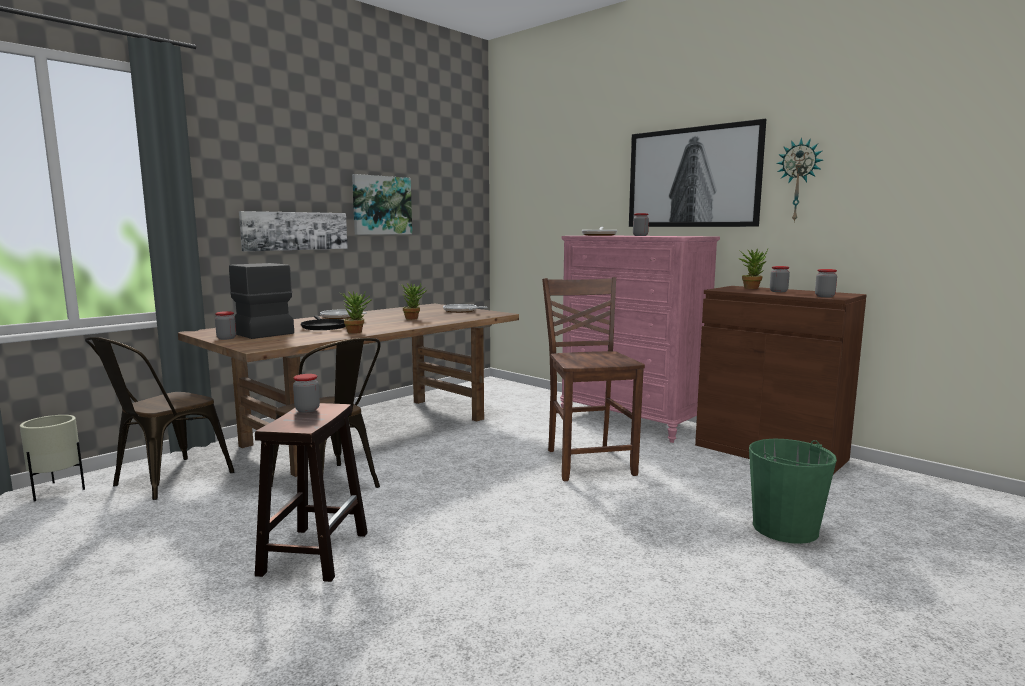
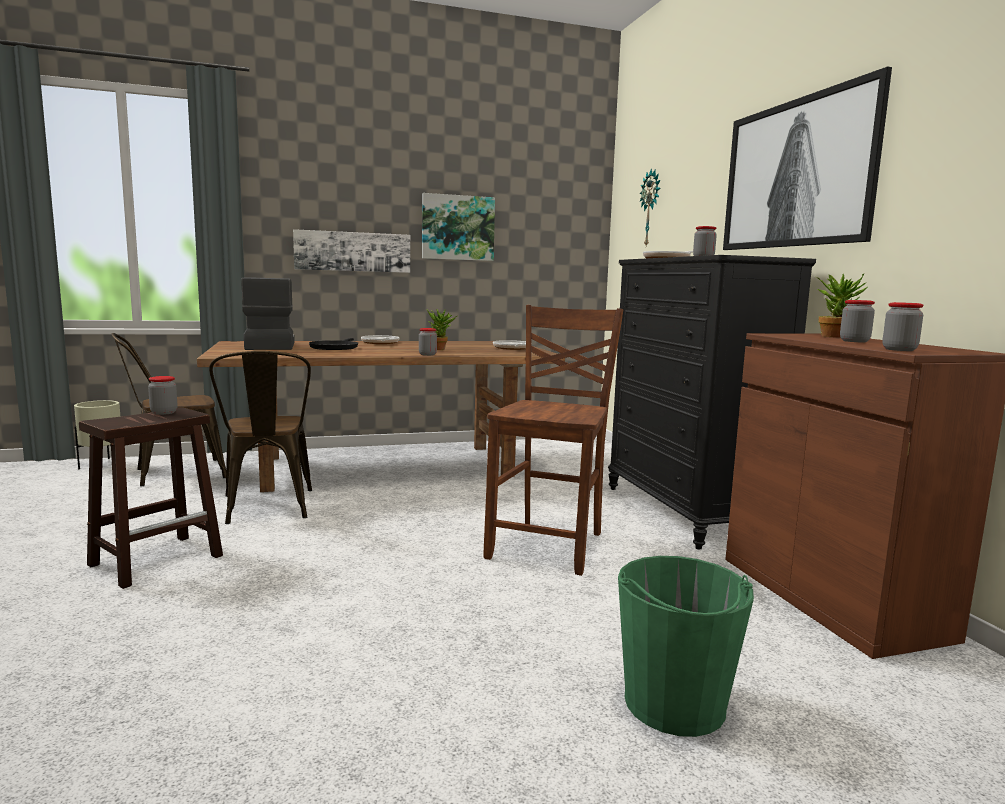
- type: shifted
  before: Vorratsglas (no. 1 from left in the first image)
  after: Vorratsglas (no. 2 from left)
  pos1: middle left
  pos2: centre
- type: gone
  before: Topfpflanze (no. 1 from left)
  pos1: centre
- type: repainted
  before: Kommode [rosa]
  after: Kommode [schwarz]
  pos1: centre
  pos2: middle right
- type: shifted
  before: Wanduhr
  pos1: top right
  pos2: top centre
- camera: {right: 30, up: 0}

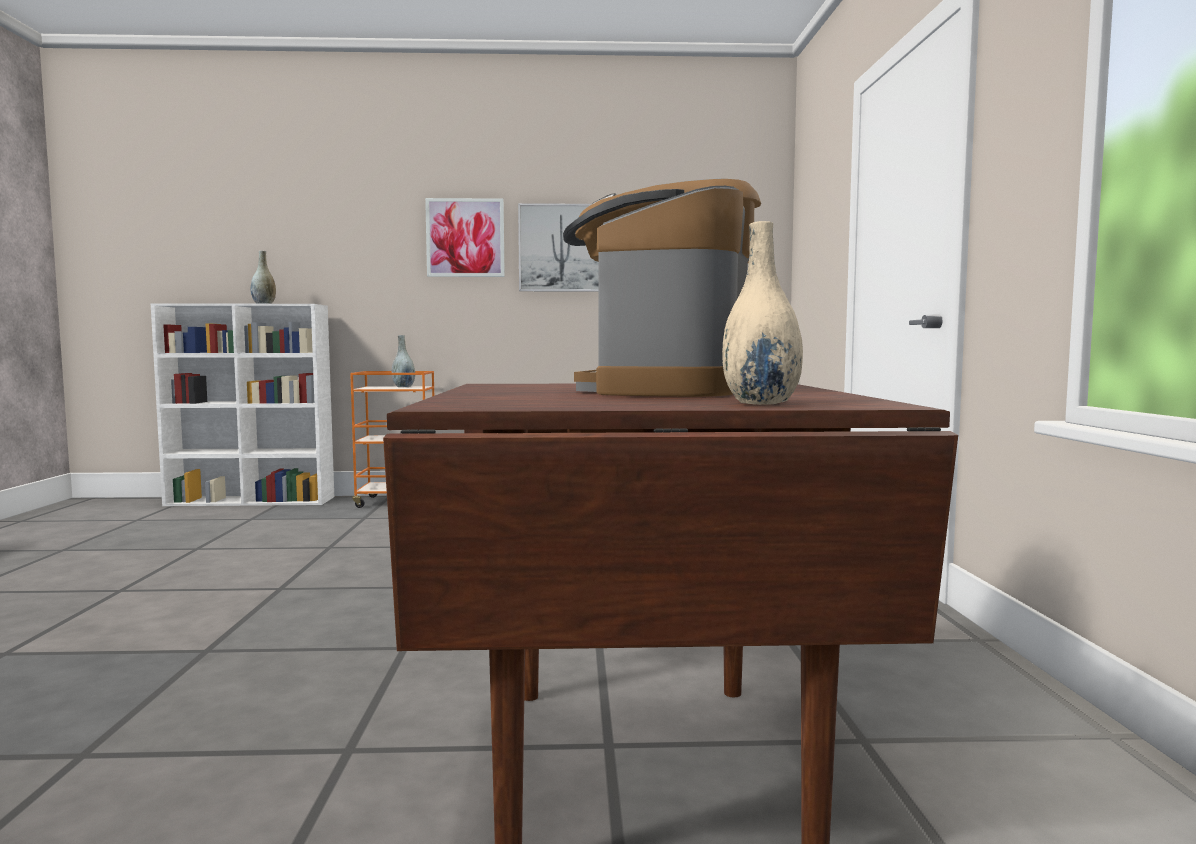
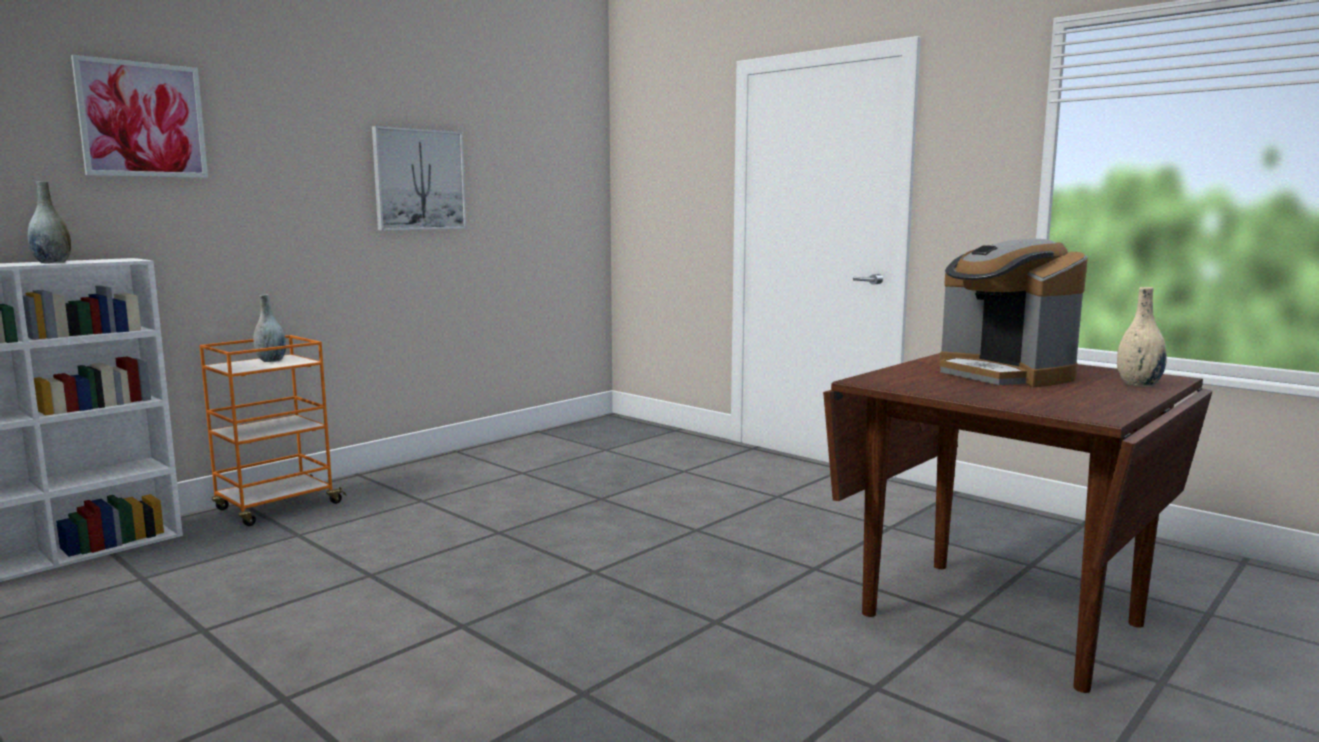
- type: shifted
  before: Bild (no. 1 from left)
  pos1: top centre
  pos2: top left
- camera: {right: -45, up: 5}

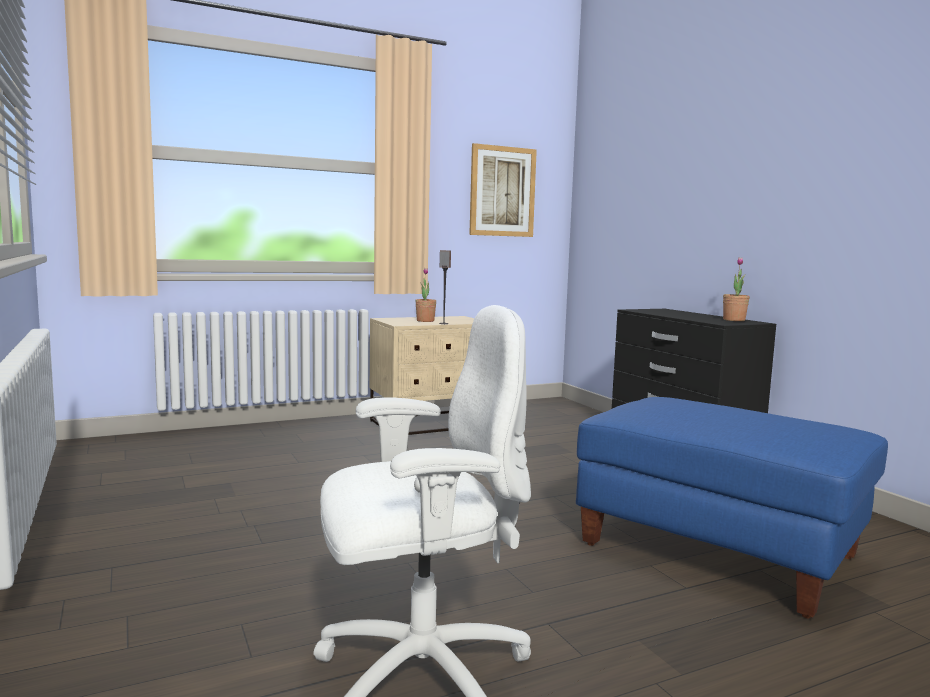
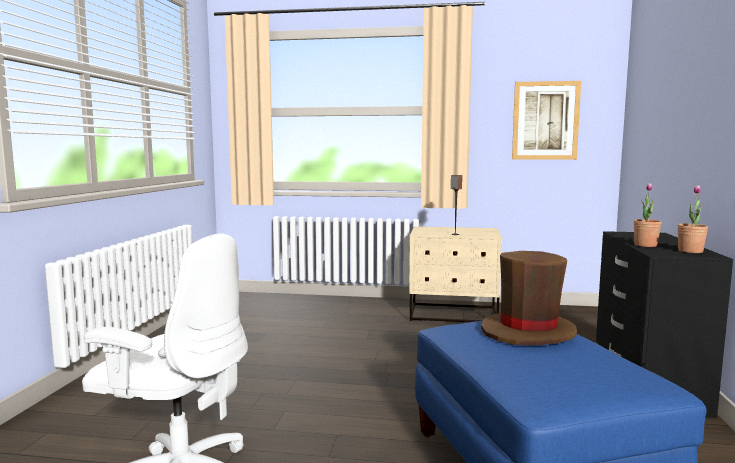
- type: shifted
  before: Topfpflanze (no. 1 from left)
  pos1: centre
  pos2: middle right
- type: new
  after: Hut [braun]
  pos2: middle right
- camera: {right: 35, up: 0}

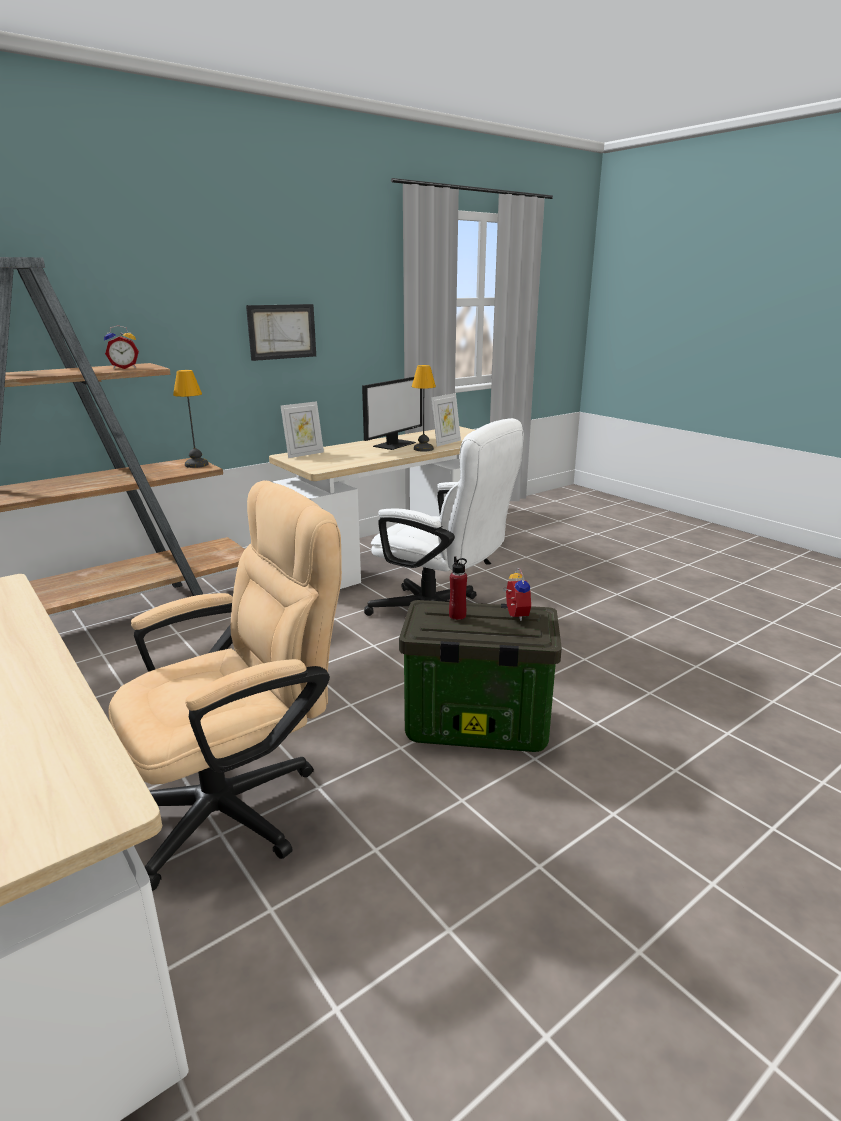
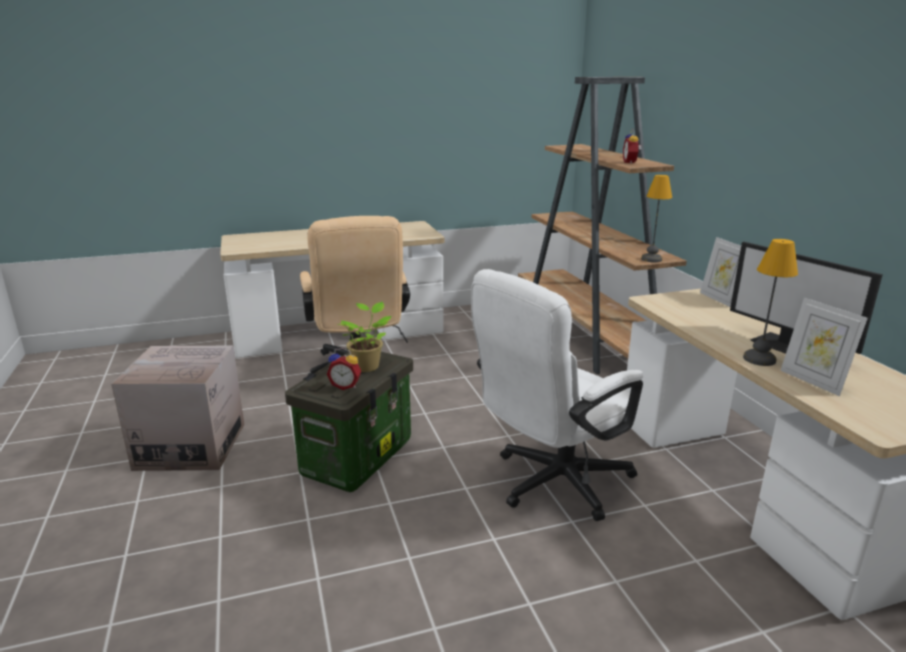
- type: gone
  before: Bild
  pos1: top centre
- type: swapped
  before: Flasche [rot]
  after: Topfpflanze
  pos1: centre
  pos2: centre
- type: new
  after: Karton
  pos2: middle left
- camera: {right: 110, up: 0}

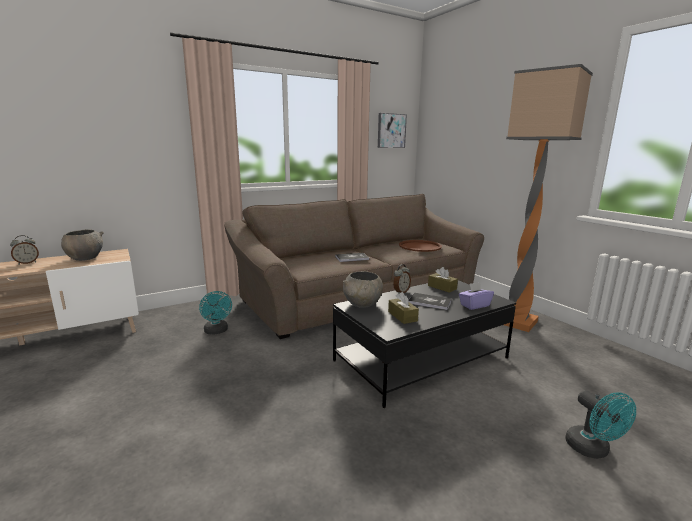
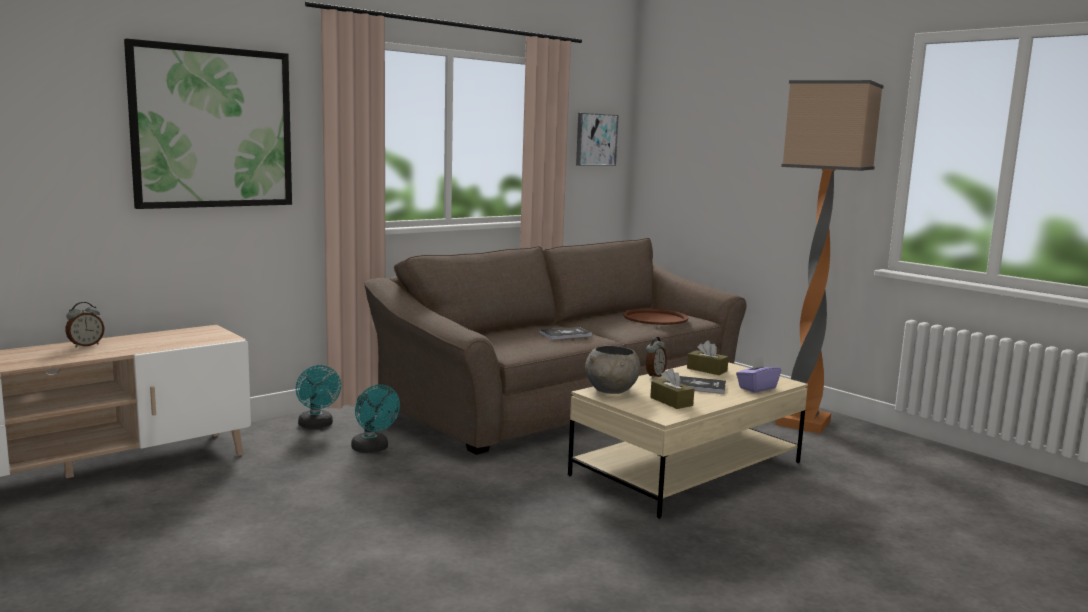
- type: gone
  before: Schüssel [grau] (no. 1 from left)
  pos1: middle left
- type: repainted
  before: Couchtisch [schwarz]
  after: Couchtisch [beige]
  pos1: centre
  pos2: bottom centre
- type: shifted
  before: Ventilator [türkis] (no. 2 from left in the first image)
  after: Ventilator [türkis] (no. 1 from left)
  pos1: bottom right
  pos2: middle left
- type: new
  after: Bild (no. 1 from left)
  pos2: top left
- camera: {right: -10, up: -5}

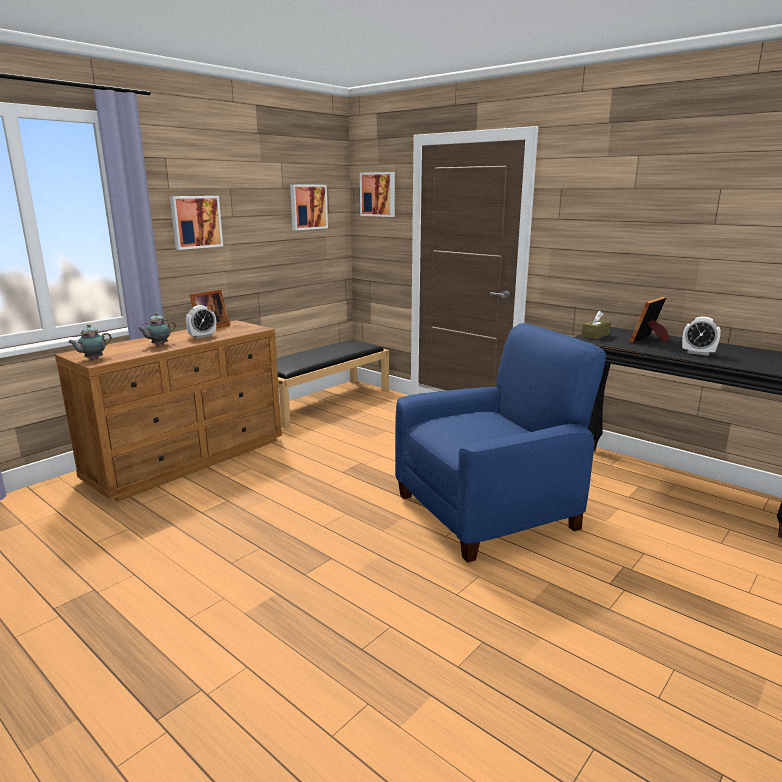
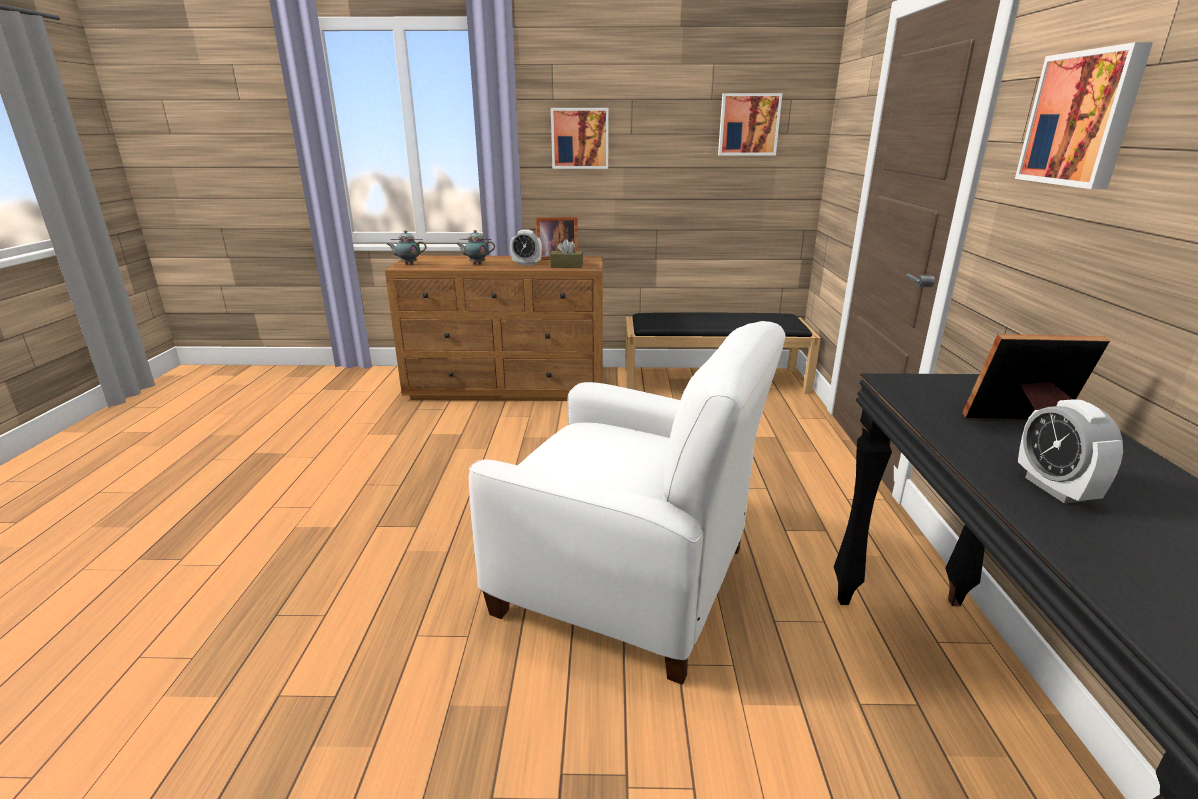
- type: shifted
  before: Bild (no. 3 from left)
  pos1: top centre
  pos2: top right
- type: repainted
  before: Sessel [blau]
  after: Sessel [weiß]
  pos1: centre
  pos2: centre
- type: shifted
  before: Taschentuchbox [braun]
  pos1: middle right
  pos2: top centre
- camera: {right: 50, up: 5}

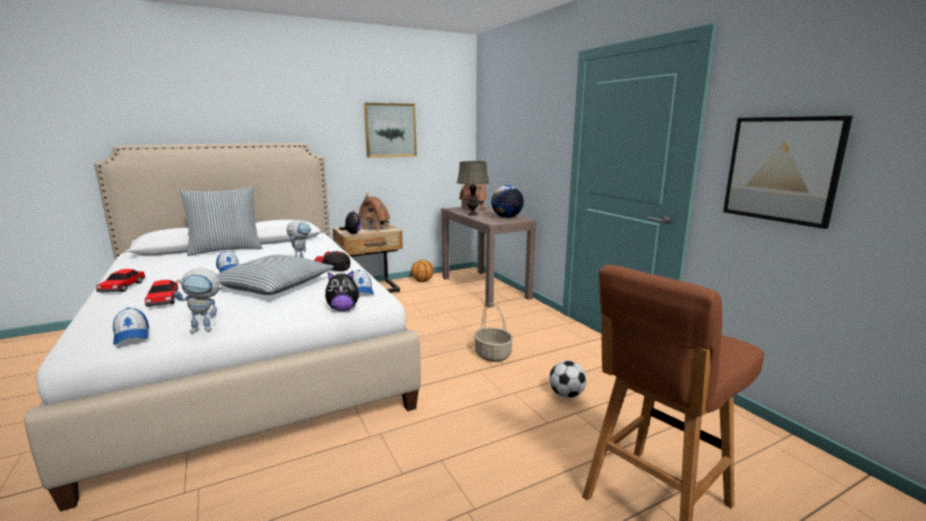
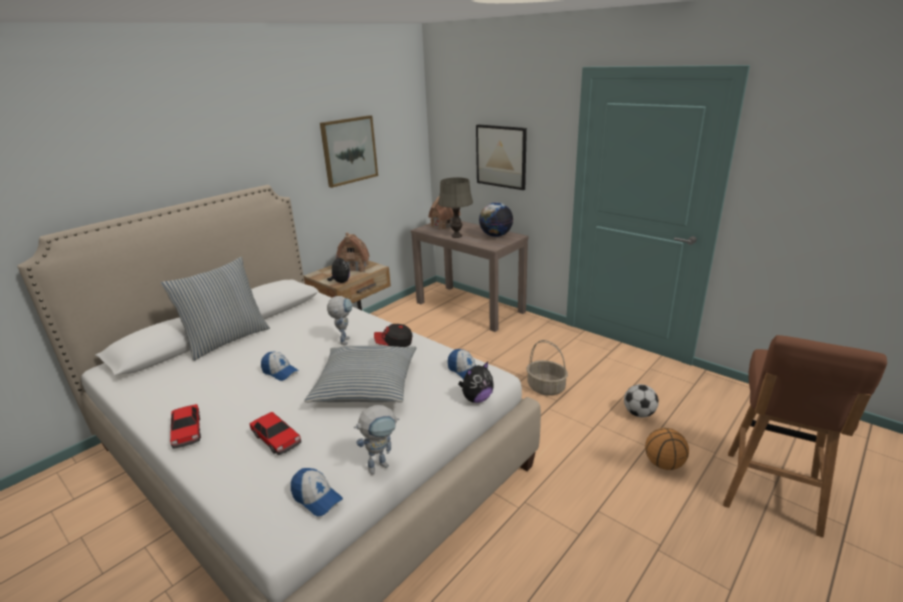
- type: shifted
  before: Basketball
  pos1: centre
  pos2: bottom right
- type: shifted
  before: Bild (no. 2 from left)
  pos1: top right
  pos2: top centre
- camera: {right: -20, up: 10}

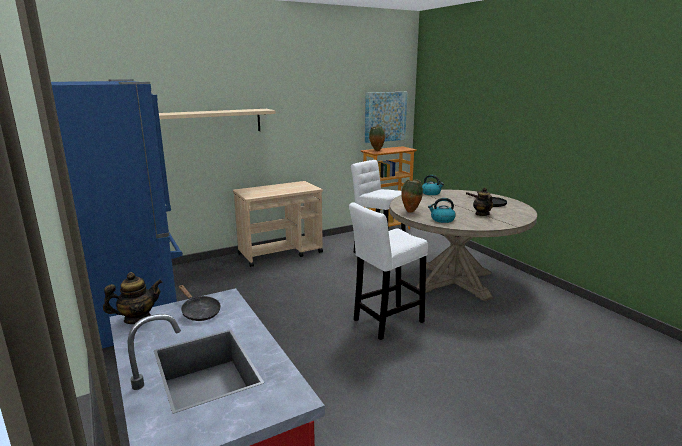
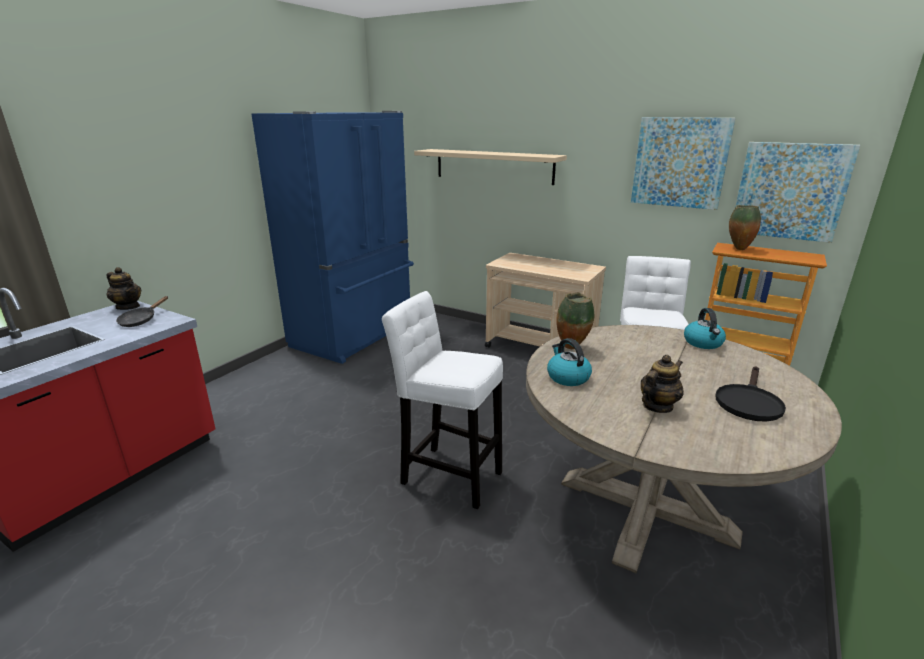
- type: new
  after: Bild (no. 1 from left)
  pos2: top right
- camera: {right: 60, up: 5}

